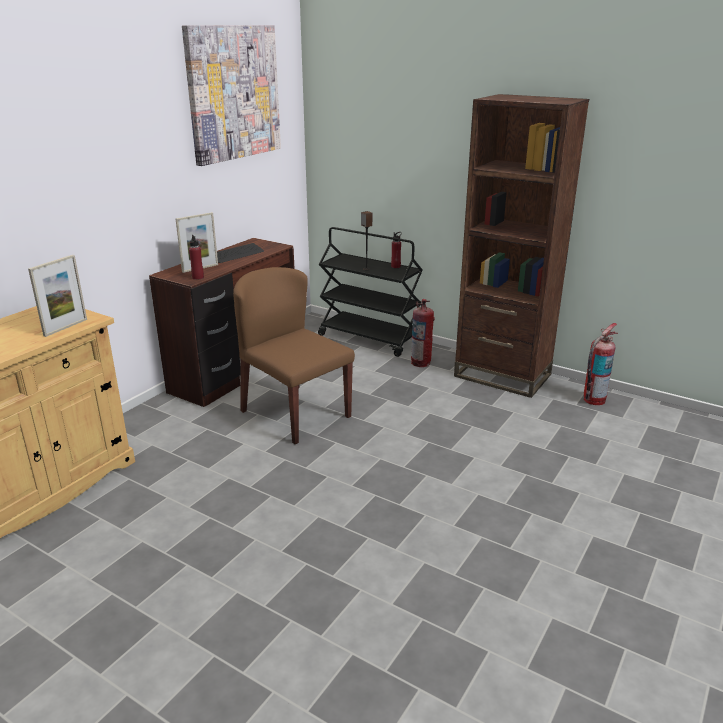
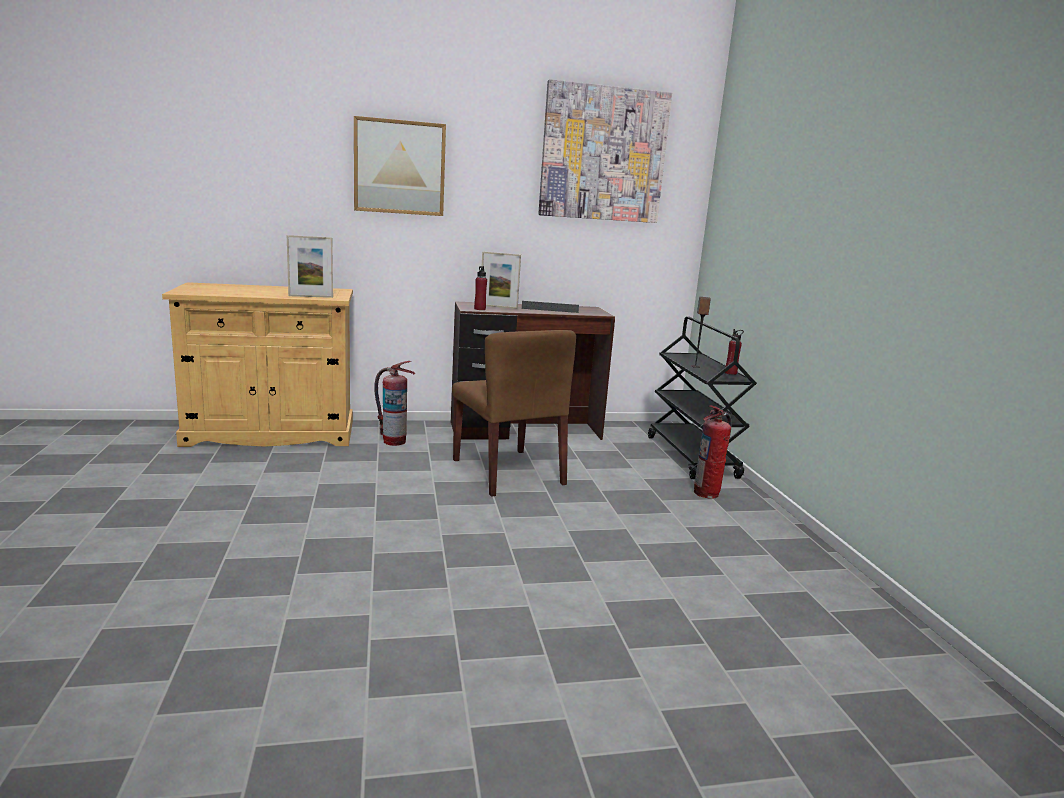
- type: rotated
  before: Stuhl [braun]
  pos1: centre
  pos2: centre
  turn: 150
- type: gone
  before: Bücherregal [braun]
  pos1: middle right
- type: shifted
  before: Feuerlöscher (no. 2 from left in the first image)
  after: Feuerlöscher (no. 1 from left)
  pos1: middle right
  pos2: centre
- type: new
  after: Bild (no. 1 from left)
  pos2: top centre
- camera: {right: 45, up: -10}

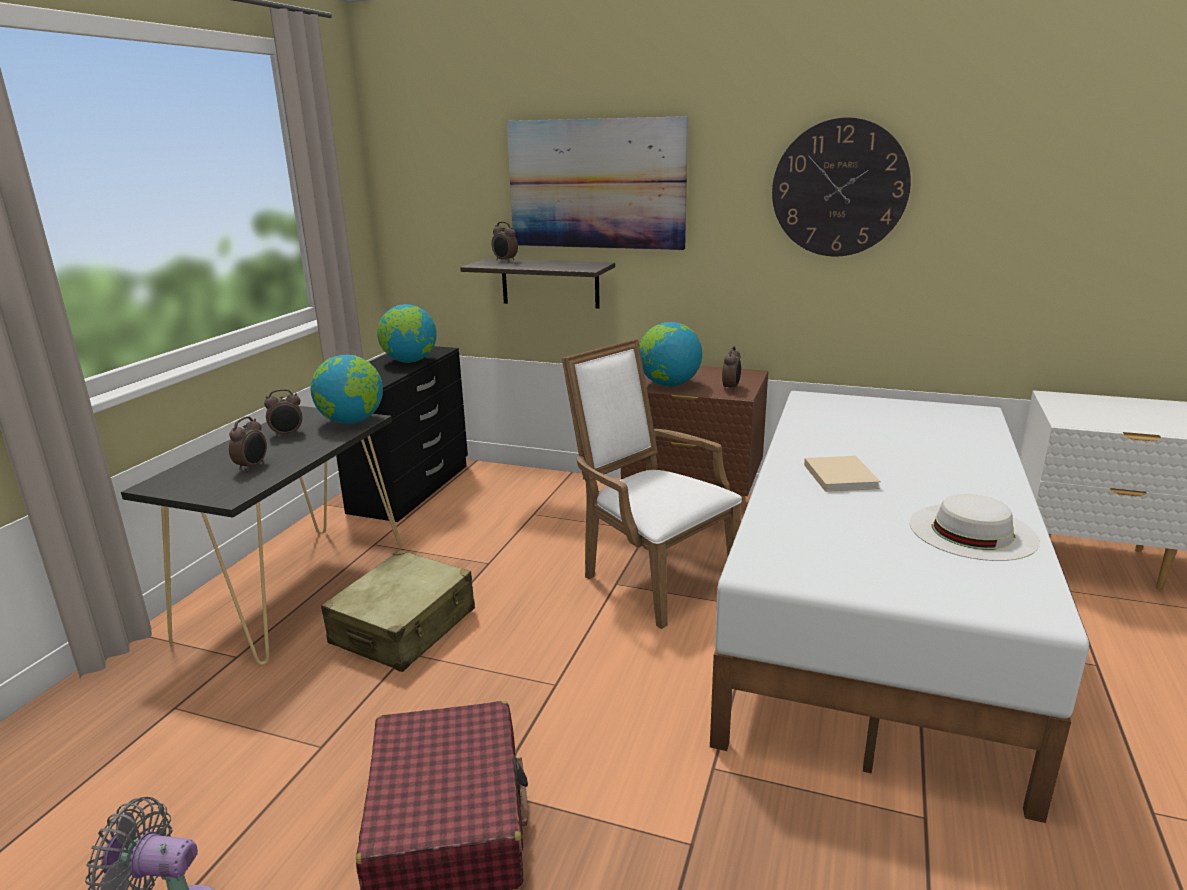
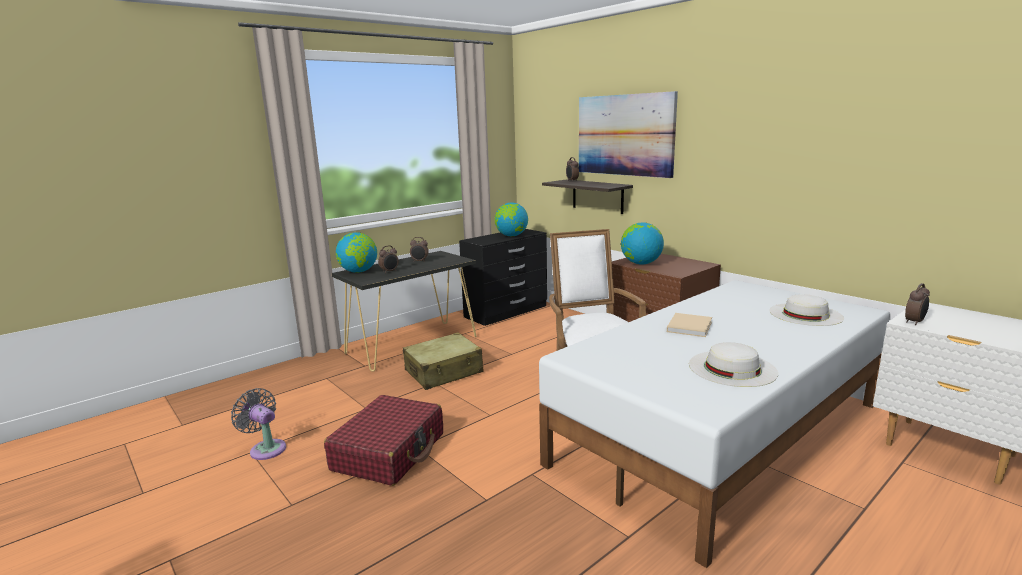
- type: shifted
  before: Globus (no. 1 from left)
  pos1: middle left
  pos2: centre
- type: shifted
  before: Wecker (no. 4 from left)
  pos1: centre
  pos2: middle right
- type: gone
  before: Wanduhr
  pos1: top right
- type: new
  after: Hut [weiß] (no. 2 from left)
  pos2: middle right
- camera: {right: 30, up: -5}

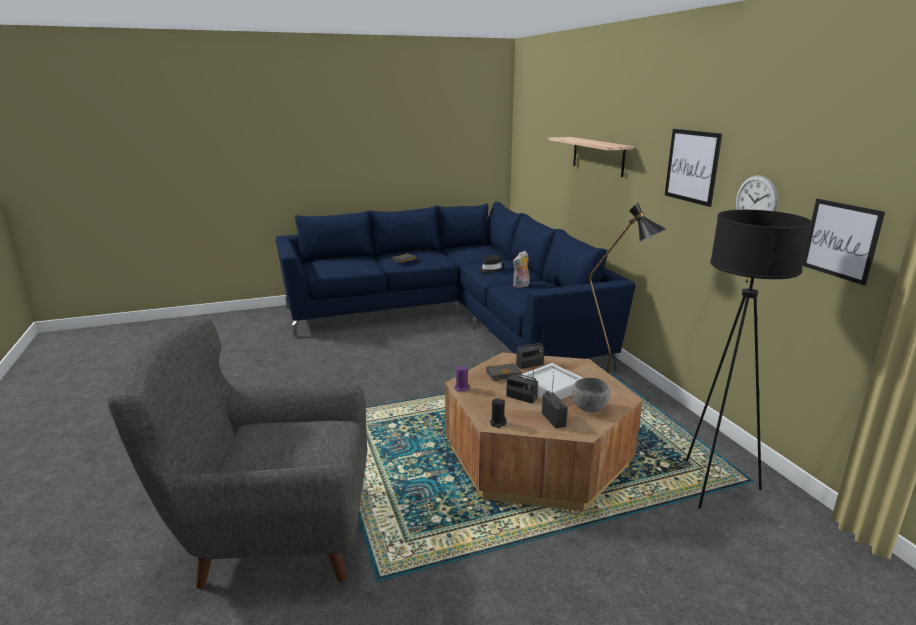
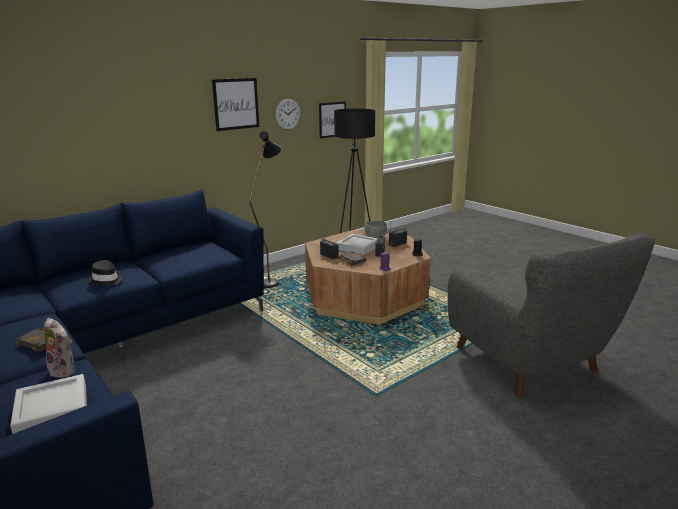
- type: shifted
  before: Plüschtier
  pos1: centre
  pos2: bottom left
- type: gone
  before: Wandregal
  pos1: top centre
- type: new
  after: Tablett [grau] (no. 1 from left)
  pos2: bottom left
- camera: {right: -110, up: 0}

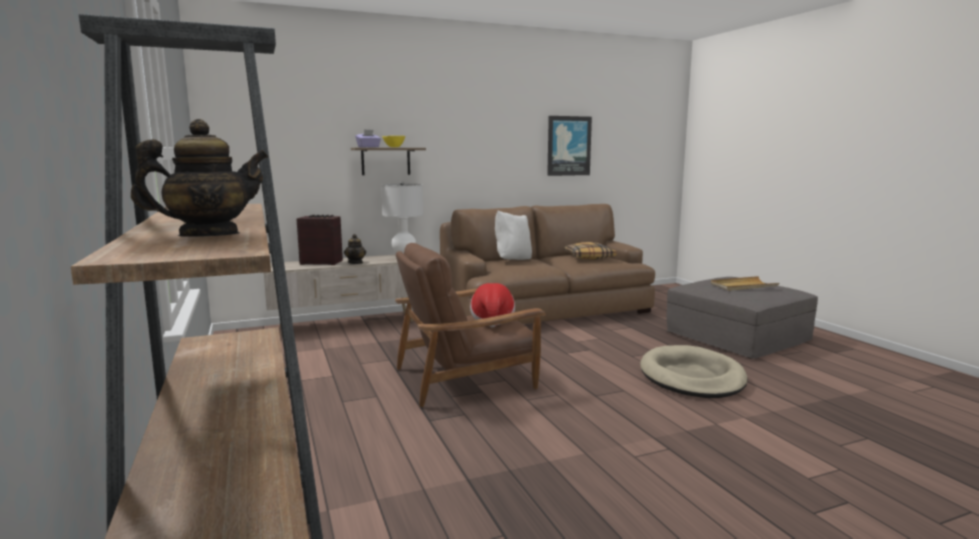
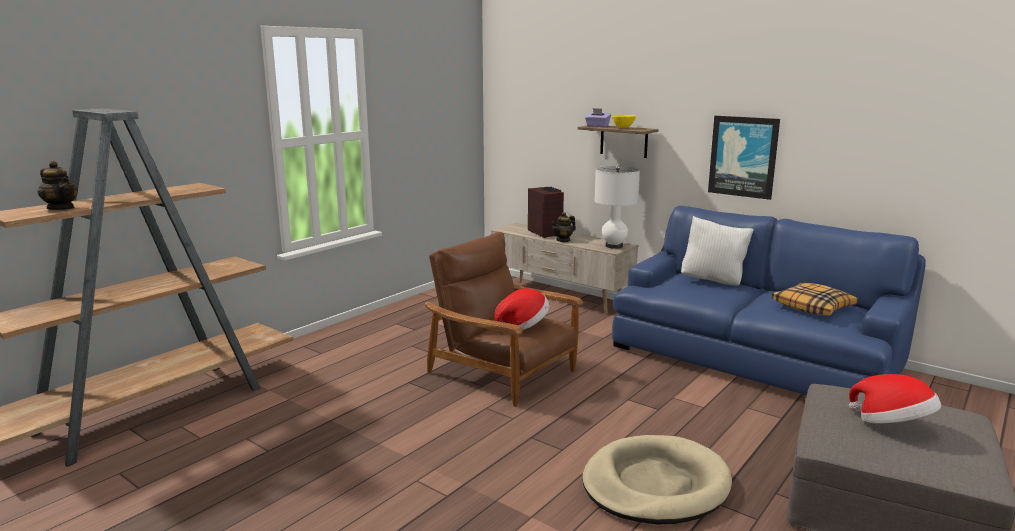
- type: repainted
  before: Sofa [braun]
  after: Sofa [blau]
  pos1: centre
  pos2: middle right
- type: shifted
  before: Bild
  pos1: top centre
  pos2: top right
- type: swapped
  before: Tablett [beige]
  after: Hut (no. 2 from left)
  pos1: middle right
  pos2: bottom right
- camera: {right: 60, up: 5}

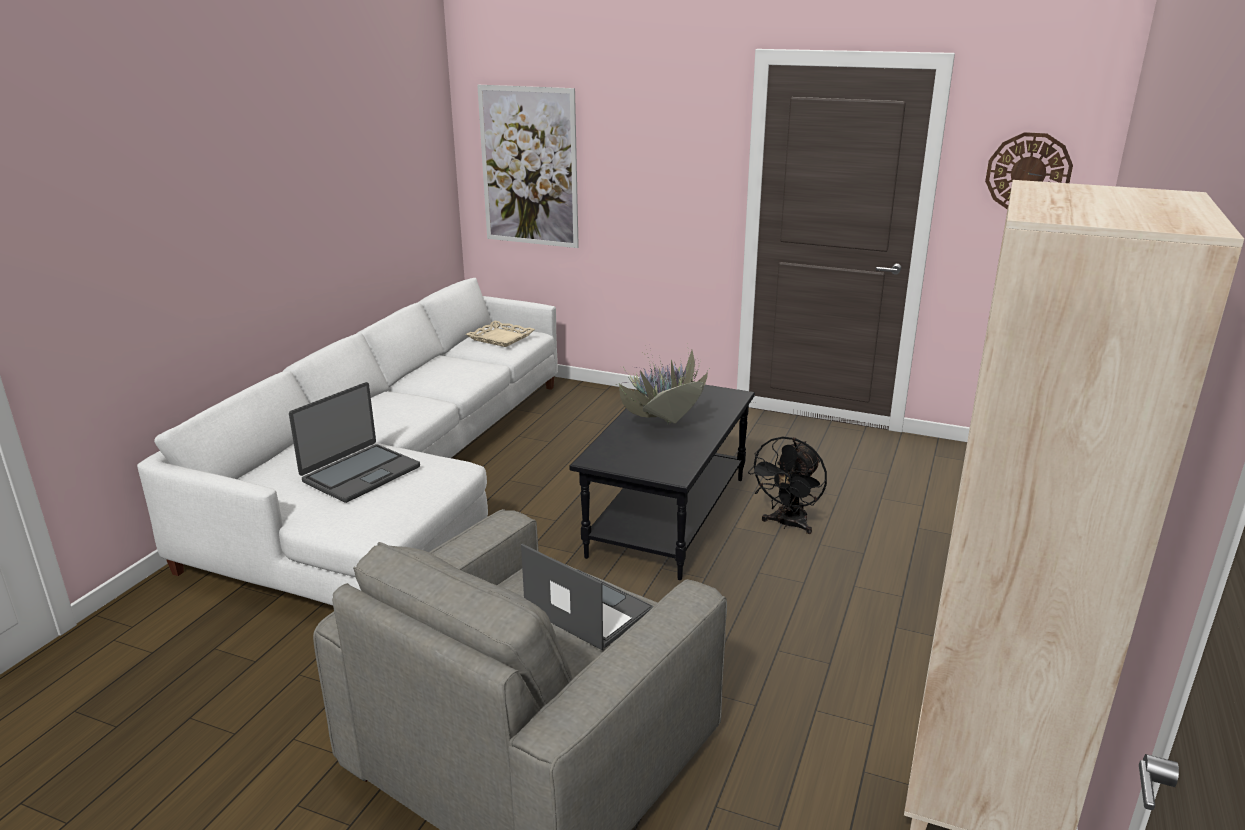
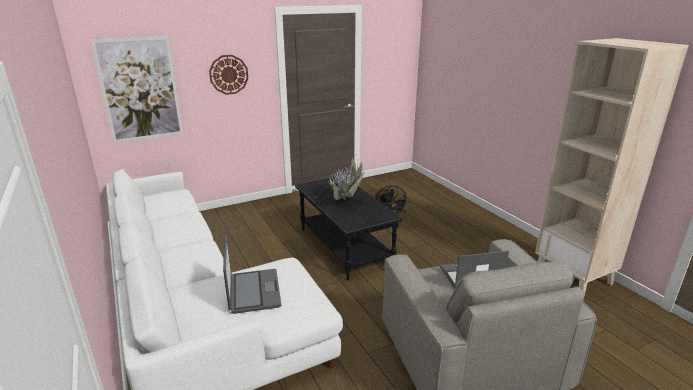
- type: gone
  before: Tablett [beige]
  pos1: centre
- type: shifted
  before: Wanduhr
  pos1: top right
  pos2: top left
- camera: {right: -50, up: 0}

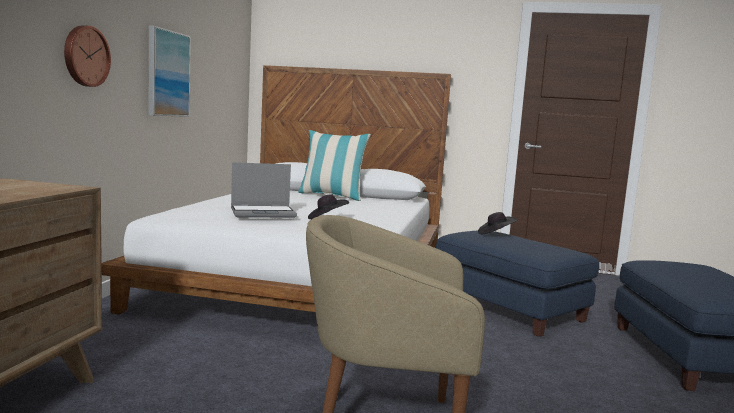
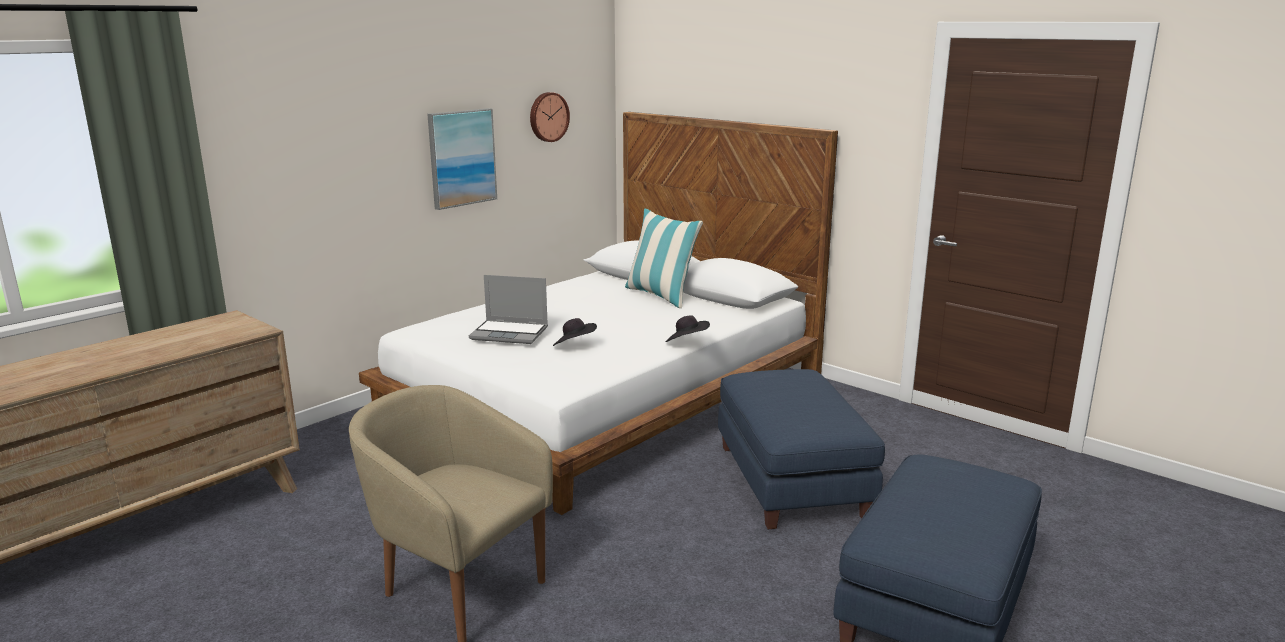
- type: shifted
  before: Wanduhr
  pos1: top left
  pos2: top centre
- type: shifted
  before: Hut [schwarz] (no. 2 from left)
  pos1: middle right
  pos2: centre
- camera: {right: 30, up: 10}

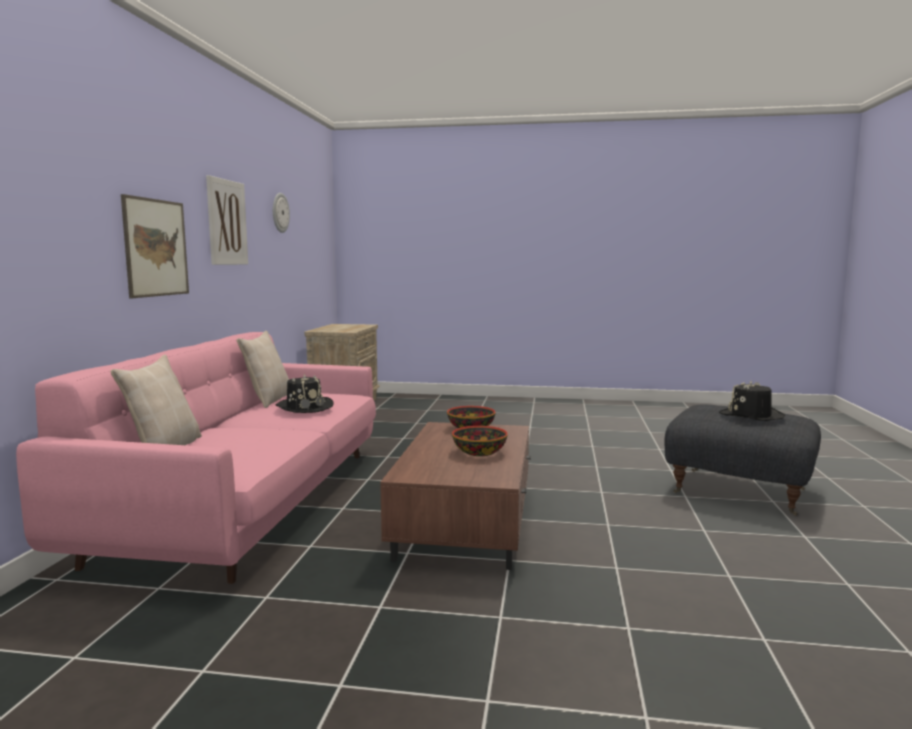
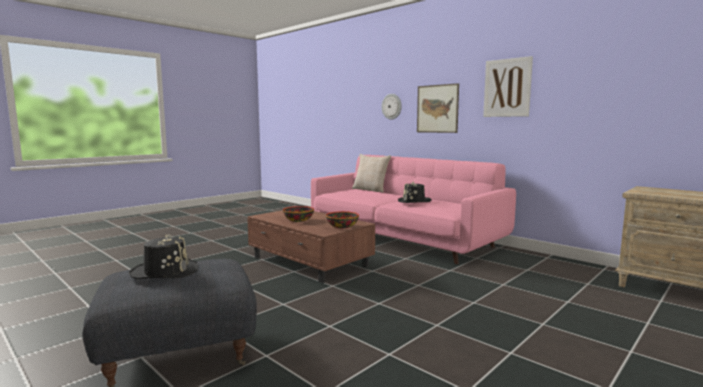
- type: gone
  before: Kissen [beige] (no. 2 from left)
  pos1: middle left
- type: shifted
  before: Wanduhr
  pos1: top left
  pos2: top centre
- camera: {right: 125, up: 0}

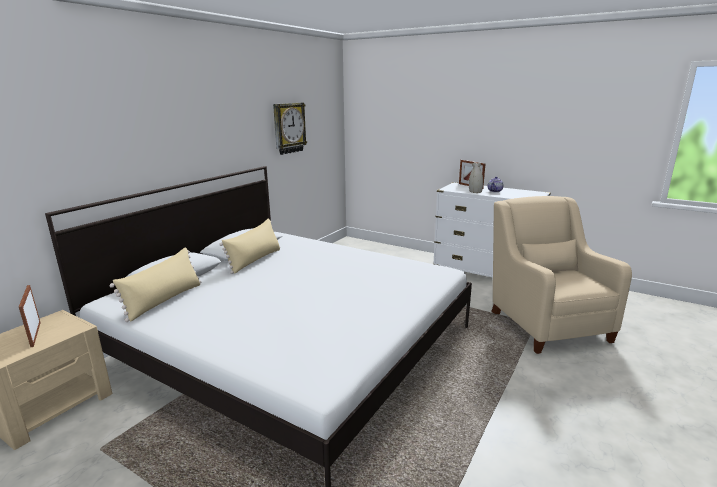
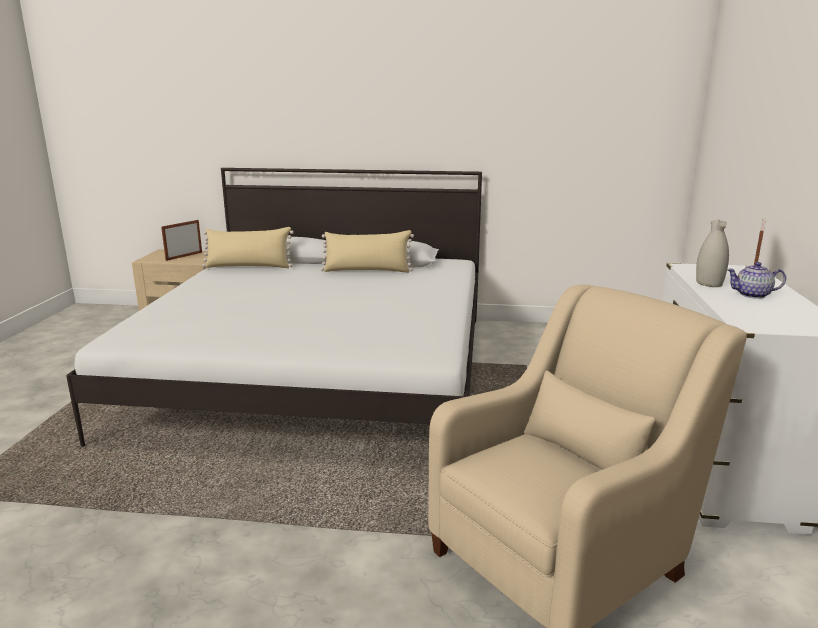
- type: gone
  before: Wanduhr
  pos1: top centre
- camera: {right: 65, up: 0}

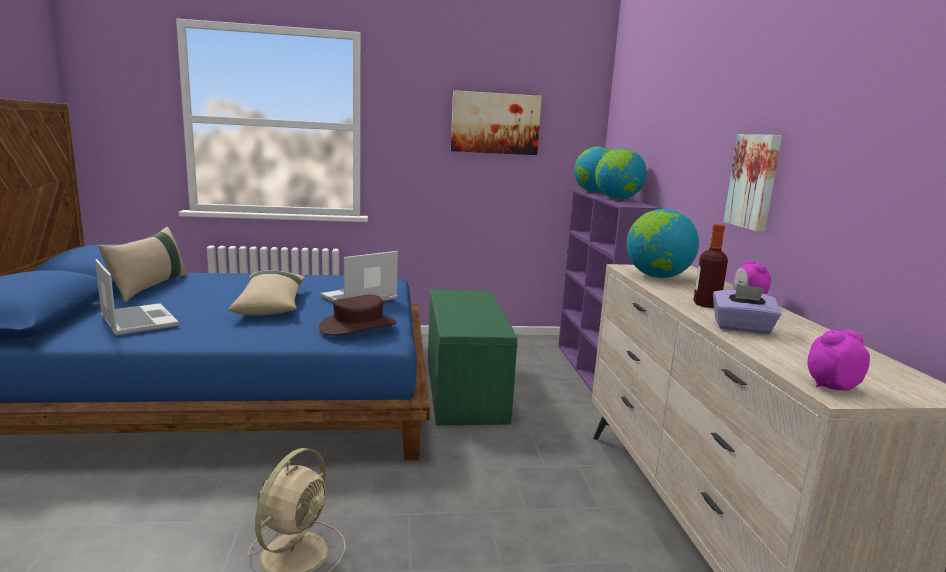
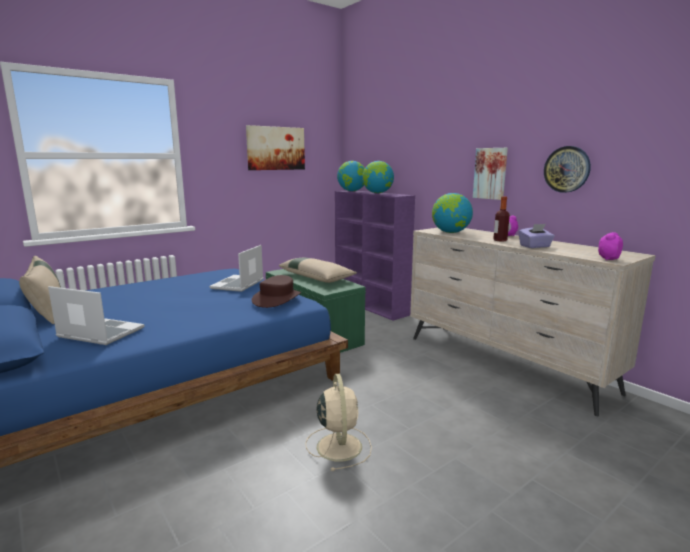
- type: shifted
  before: Kissen [beige] (no. 2 from left)
  pos1: middle left
  pos2: centre
- type: new
  after: Wanduhr
  pos2: top right
- camera: {right: -30, up: 0}

